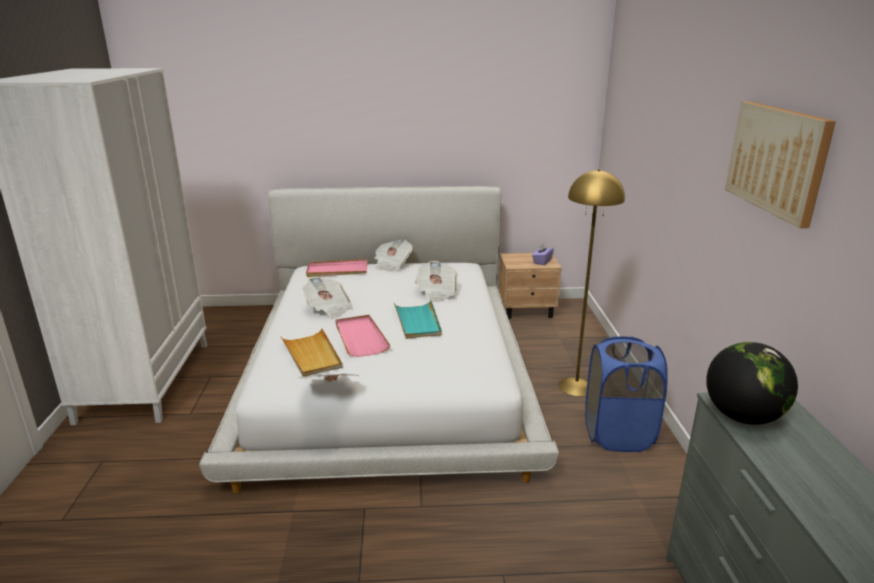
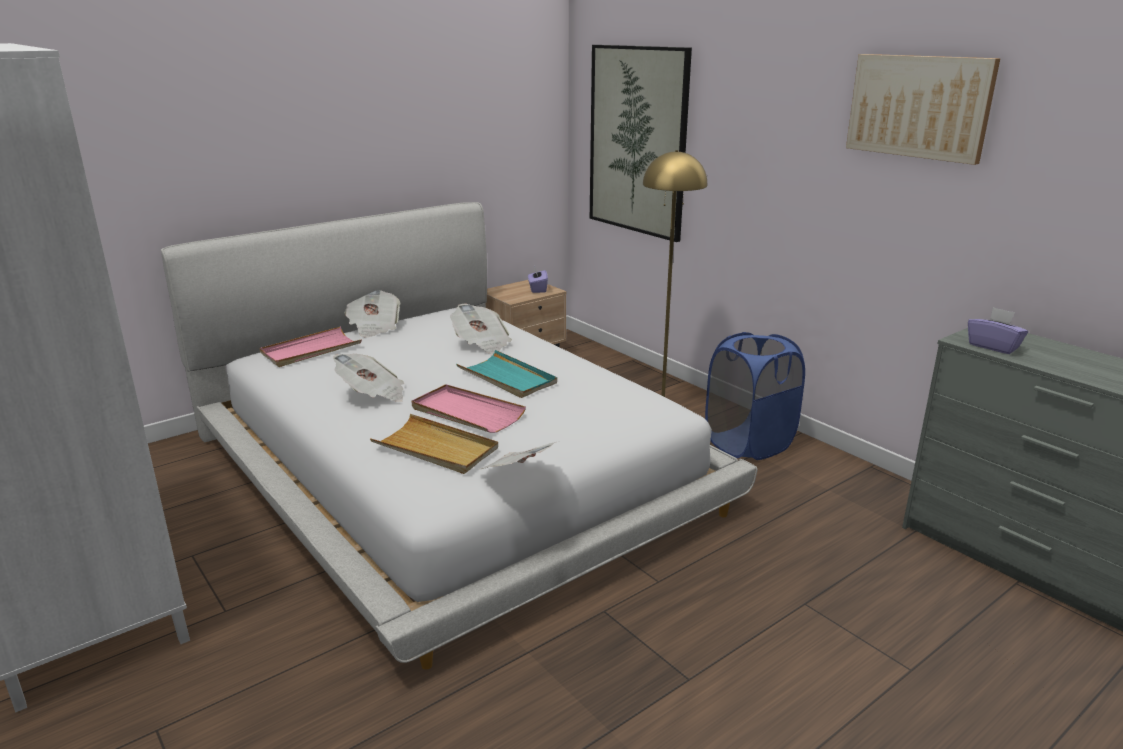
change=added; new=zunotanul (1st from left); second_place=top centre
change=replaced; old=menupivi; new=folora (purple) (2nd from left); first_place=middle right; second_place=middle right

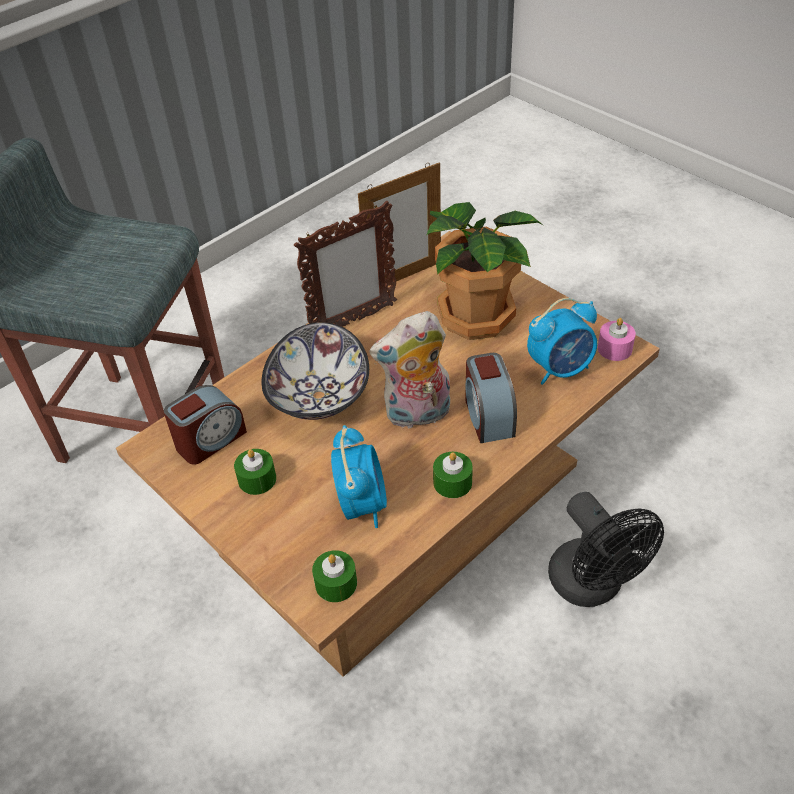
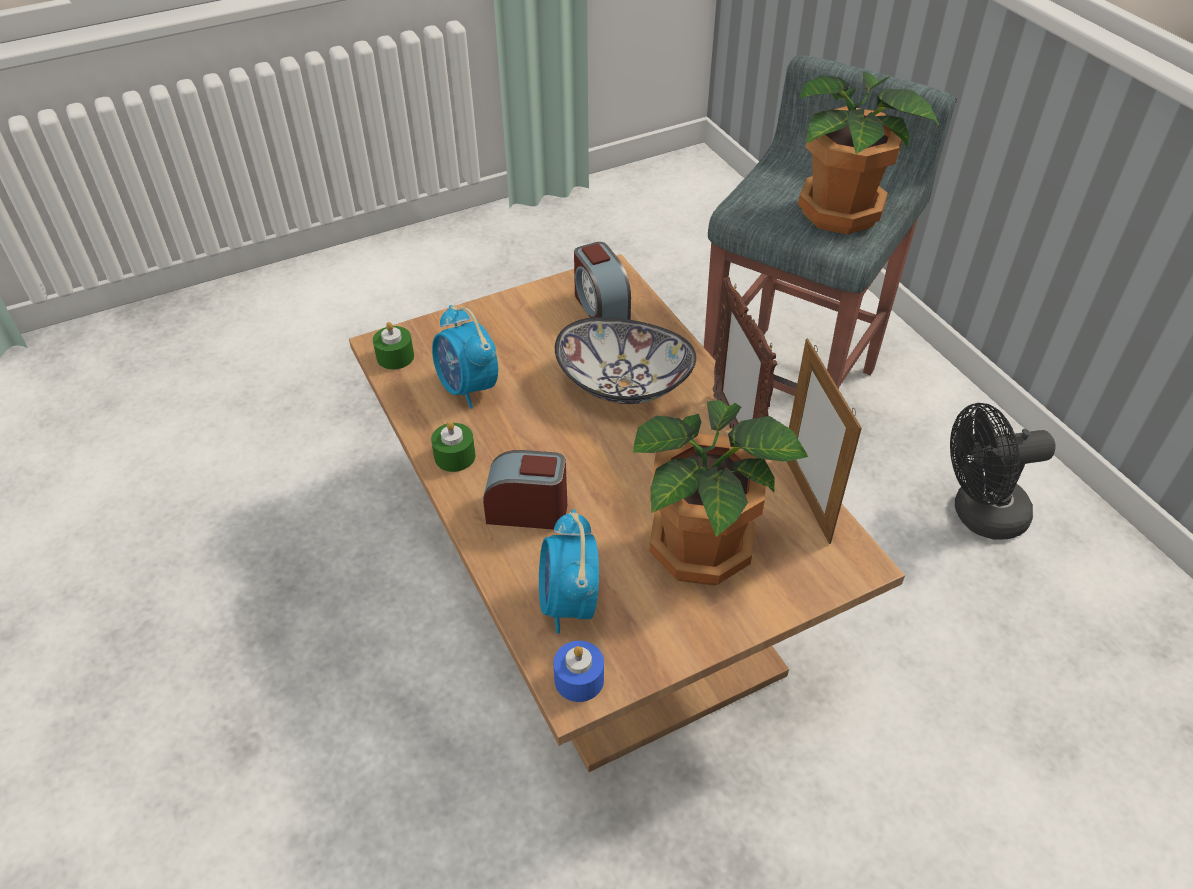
change=turned; old=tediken (2nd from left in the first image); first_place=centre; second_place=centre; degrees=45
change=recoloured; old=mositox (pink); new=mositox (blue); first_place=middle right; second_place=bottom centre
change=added; new=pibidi (2nd from left); second_place=top right
change=moved; old=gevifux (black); first_place=bottom right; second_place=middle right
change=removed; old=mositox (green) (1st from left); first_place=middle left
change=removed; old=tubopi; first_place=centre

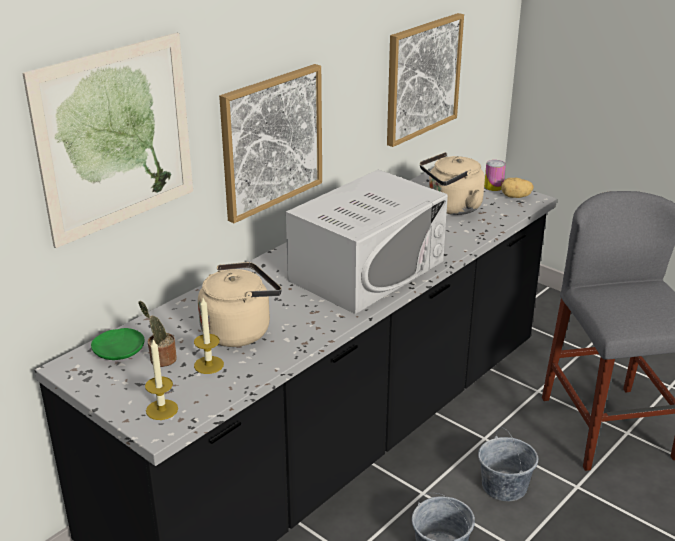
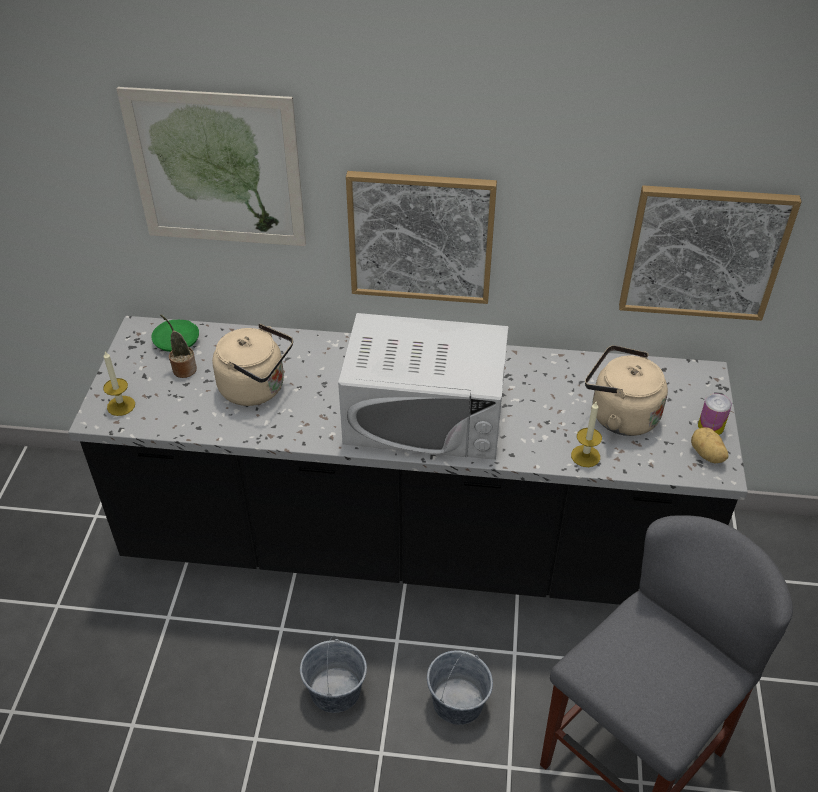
change=moved; old=mositox (2nd from left); first_place=middle left; second_place=middle right

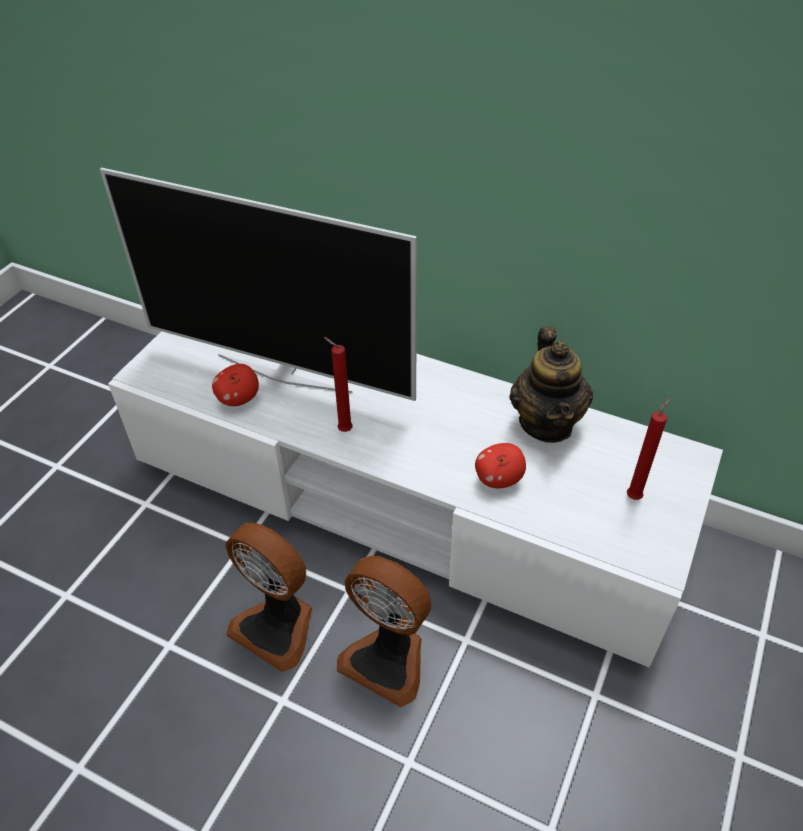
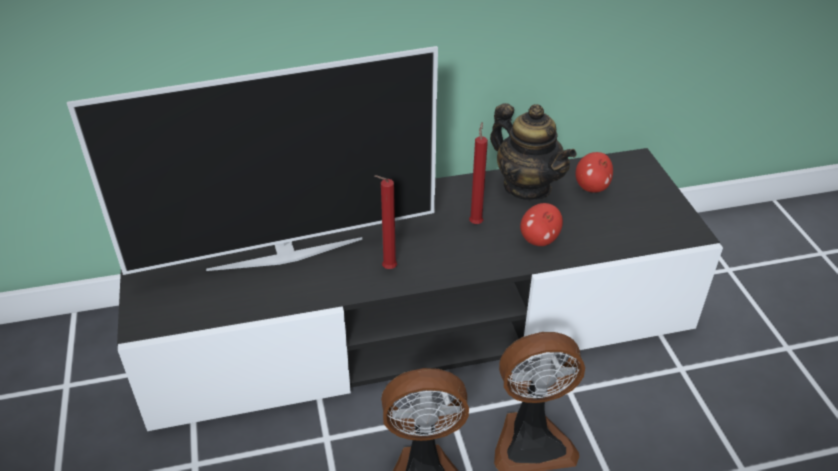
change=recoloured; old=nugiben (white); new=nugiben (black); first_place=centre; second_place=centre
change=moved; old=mositox (red) (2nd from left); first_place=middle right; second_place=centre
change=moved; old=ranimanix (1st from left in the first image); new=ranimanix (2nd from left); first_place=middle left; second_place=middle right

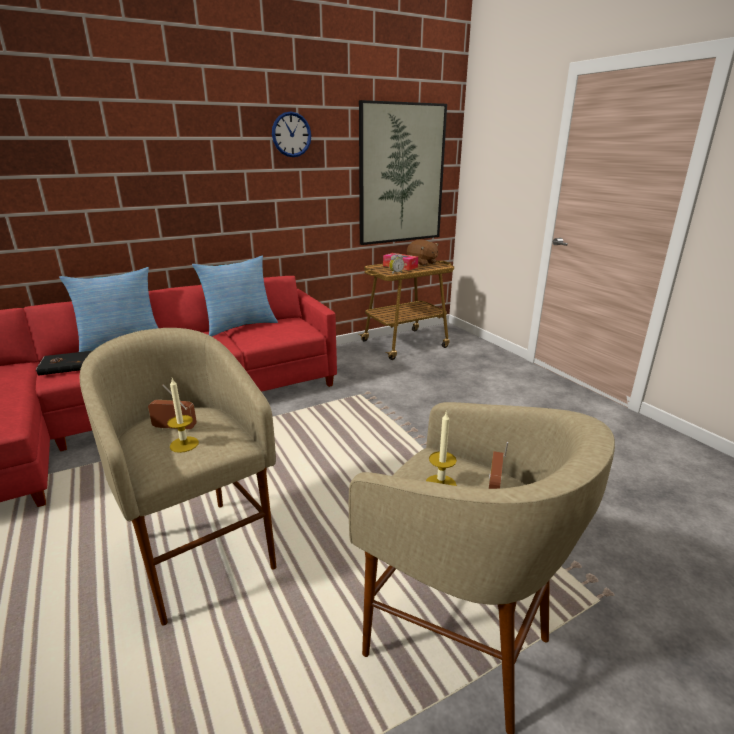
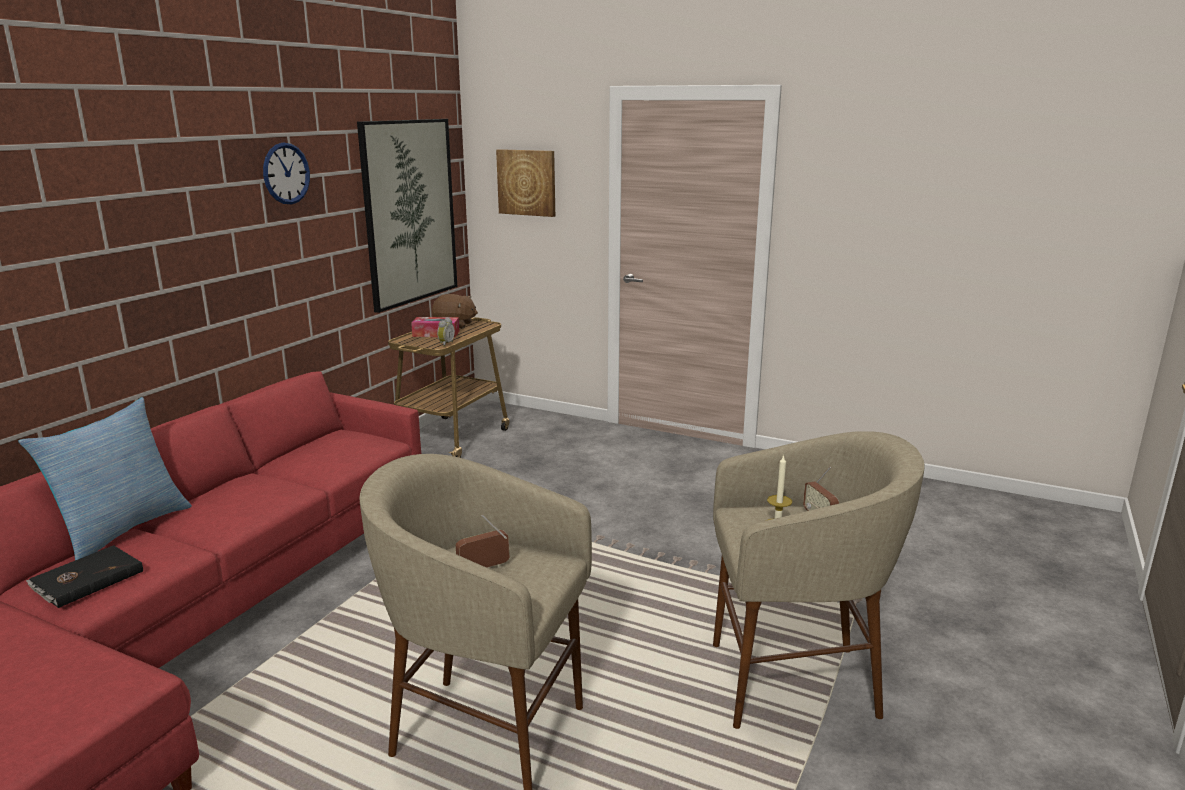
change=added; new=zunotanul (2nd from left); second_place=top centre
change=removed; old=mositox (1st from left); first_place=middle left
change=removed; old=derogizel (2nd from left); first_place=middle left

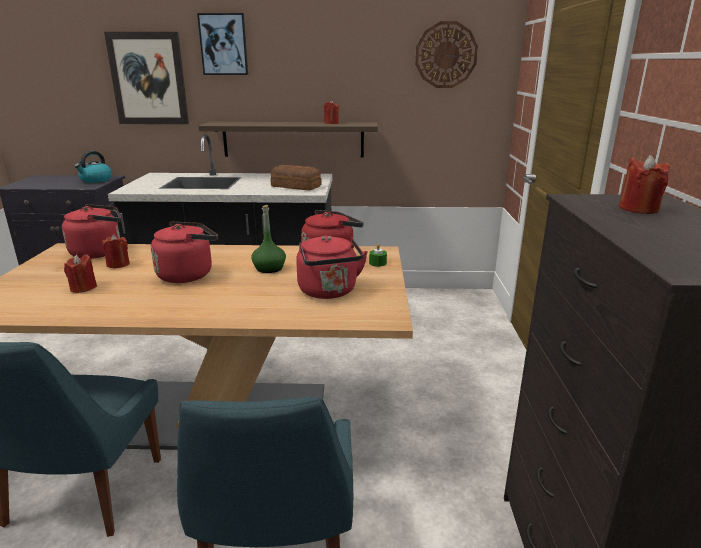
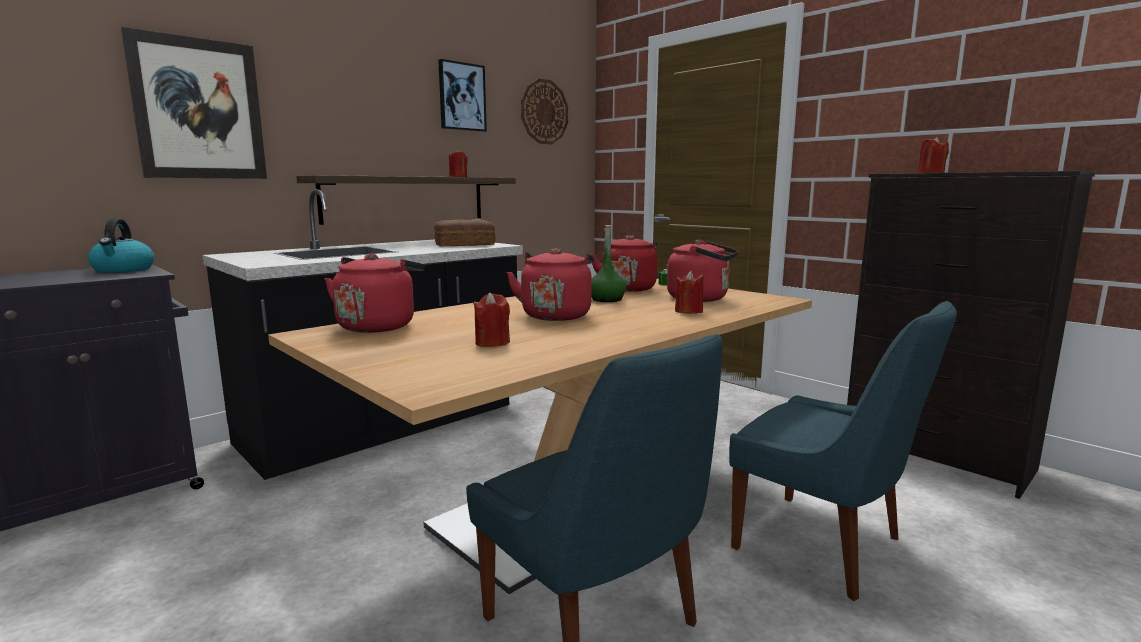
change=moved; old=zunotanul (2nd from left); first_place=top left; second_place=top centre
change=moved; old=mositox (red) (2nd from left in the first image); new=mositox (red) (3rd from left); first_place=middle left; second_place=centre

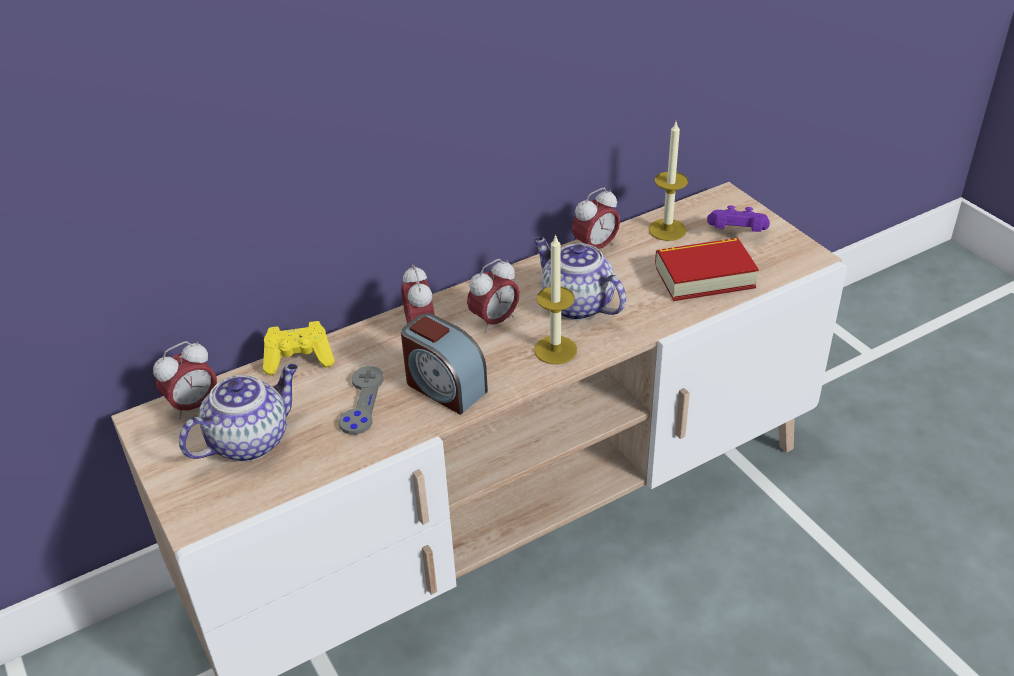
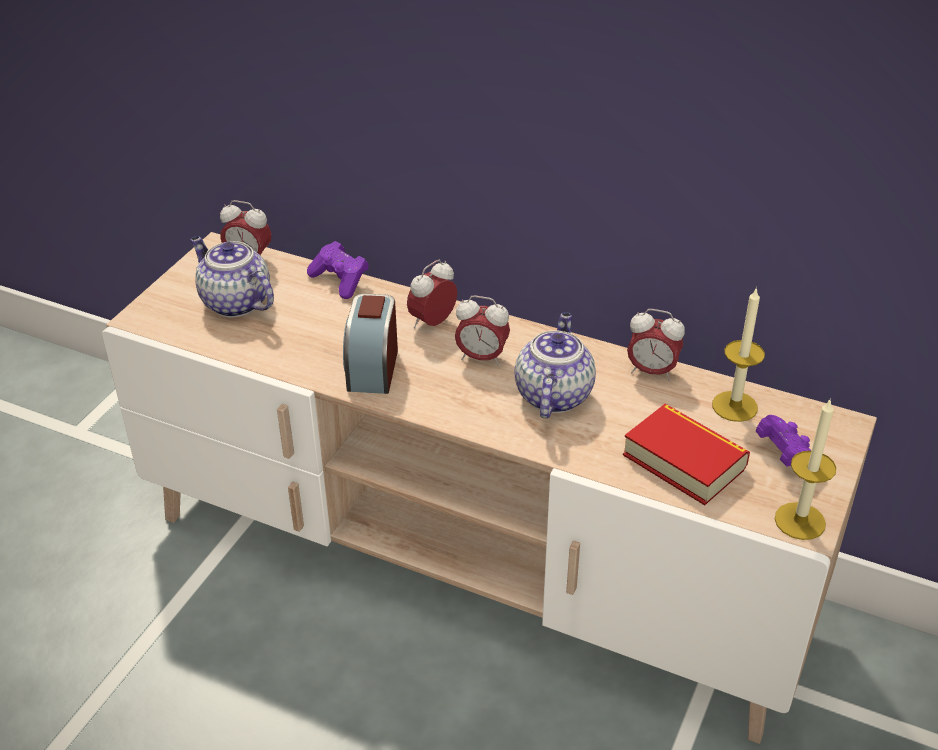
change=turned; old=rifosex (1st from left); first_place=middle left; second_place=middle left; degrees=-150
change=recoloured; old=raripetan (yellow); new=raripetan (purple) (1st from left); first_place=middle left; second_place=centre
change=moved; old=mositox (1st from left in the first image); new=mositox (2nd from left); first_place=centre; second_place=middle right
change=removed; old=raripetan (grey); first_place=centre

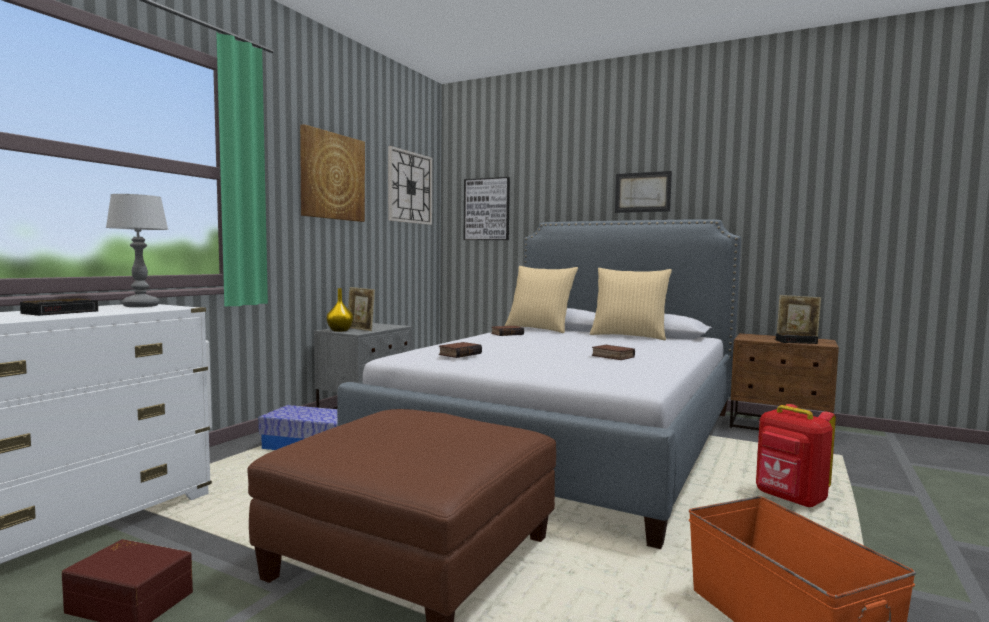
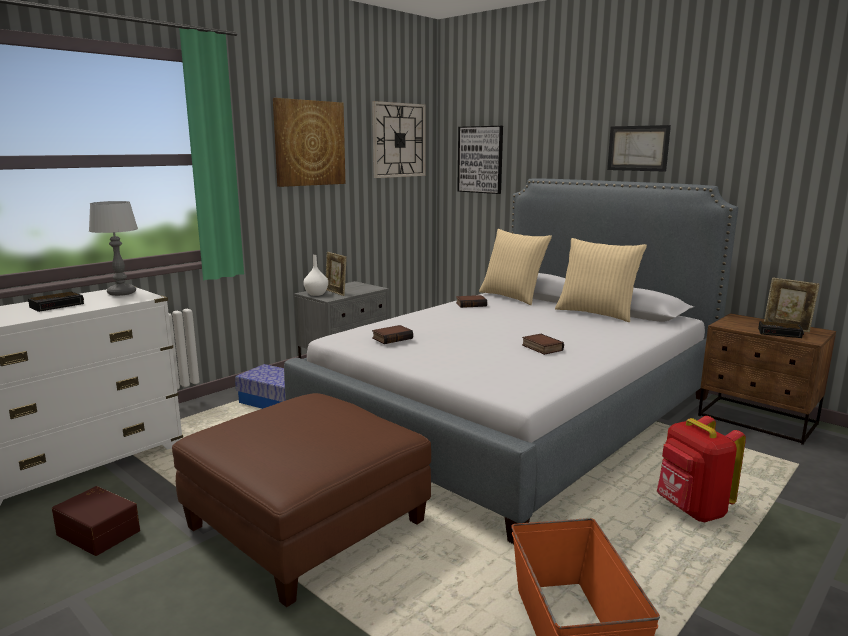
change=recoloured; old=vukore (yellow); new=vukore (white); first_place=centre; second_place=centre

